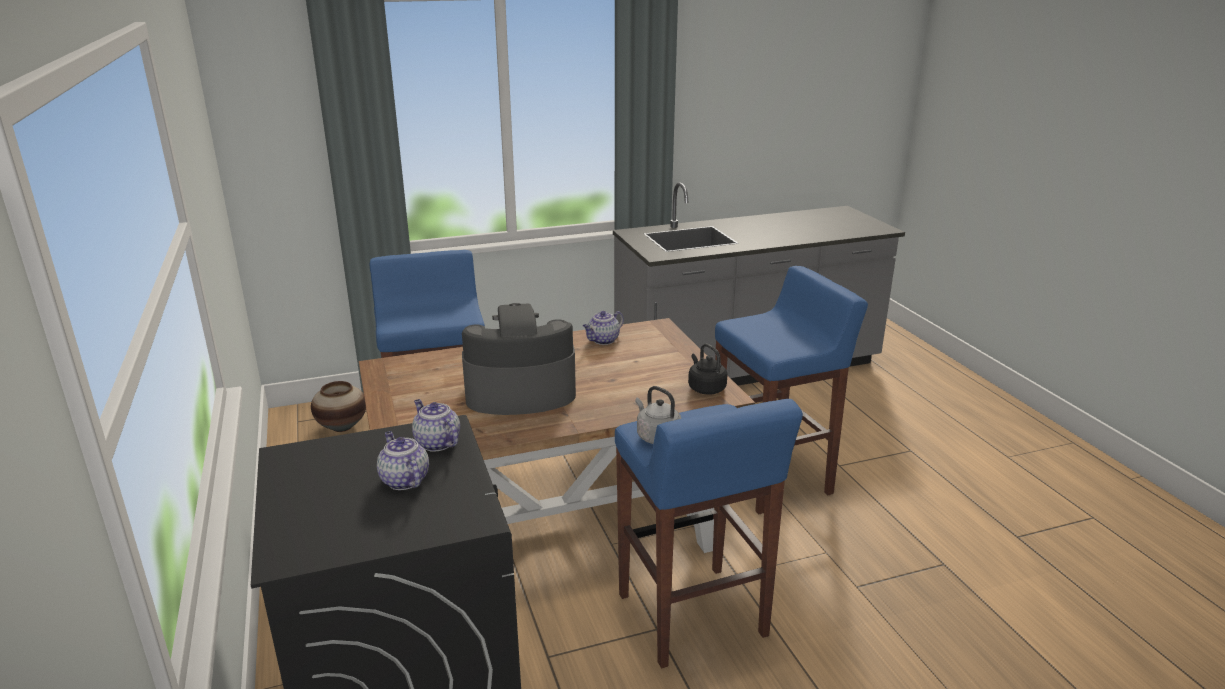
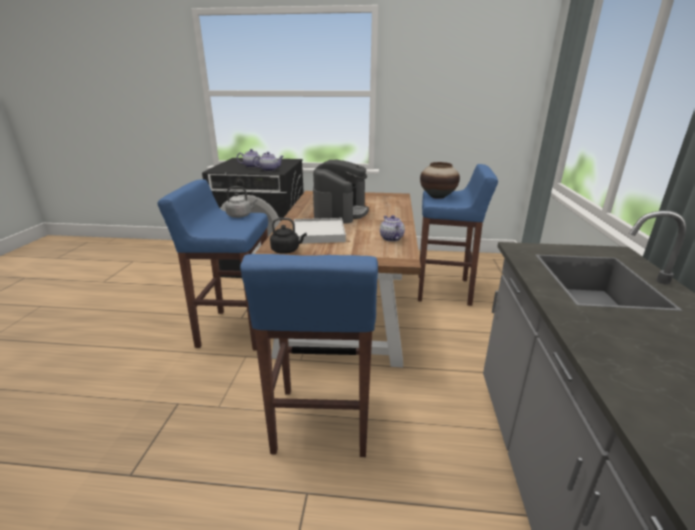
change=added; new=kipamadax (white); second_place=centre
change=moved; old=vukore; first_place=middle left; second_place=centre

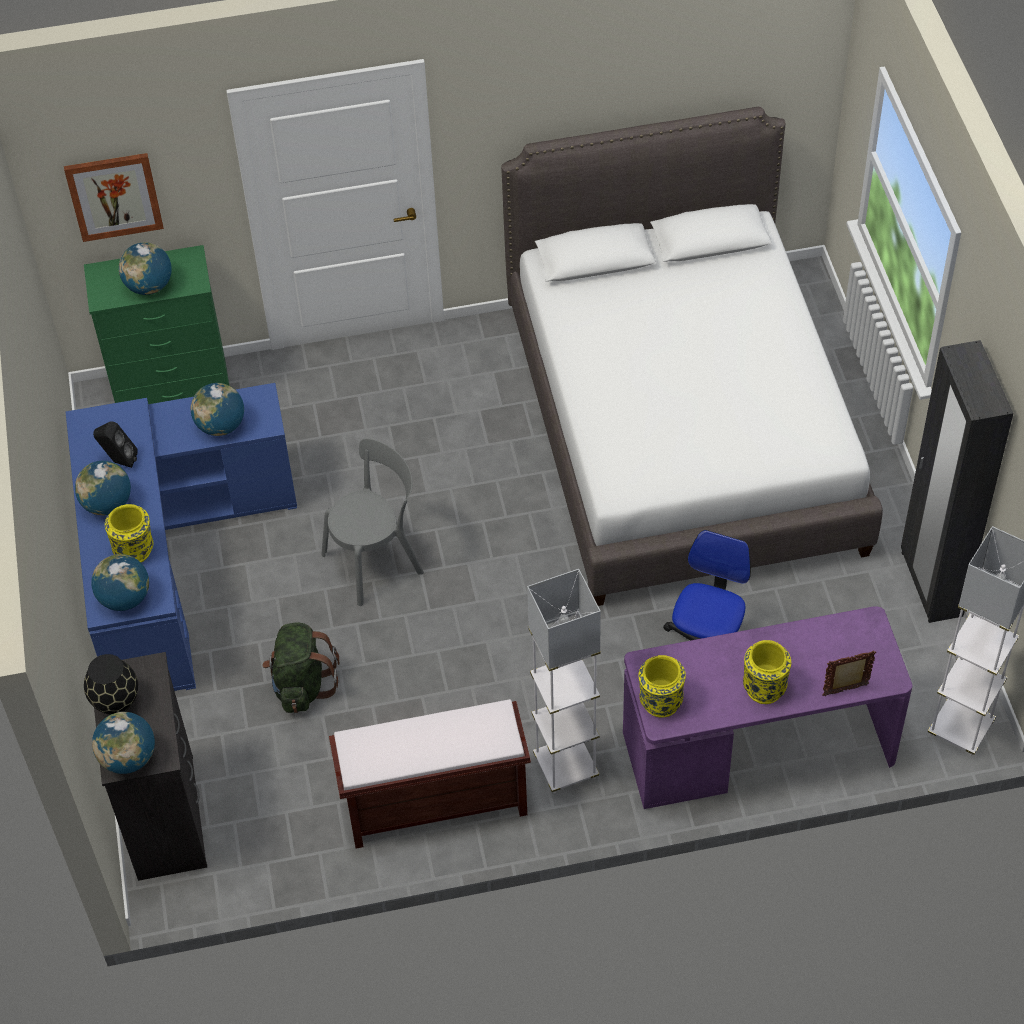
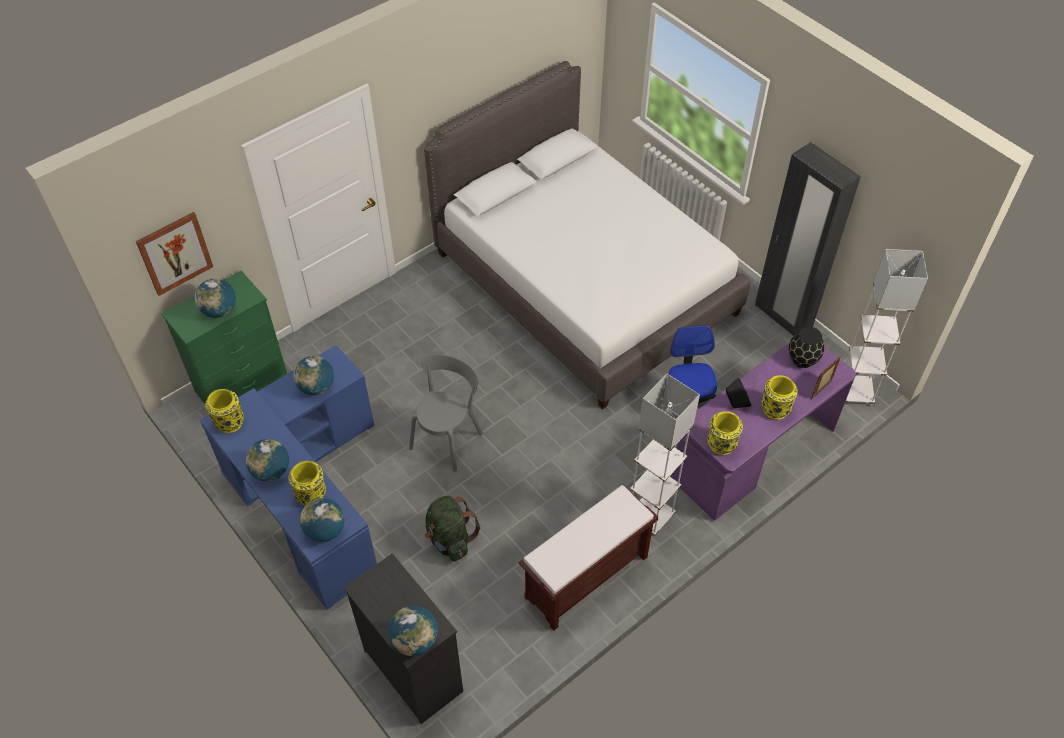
change=added; new=vukore (yellow) (1st from left); second_place=middle left
change=moved; old=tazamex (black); first_place=middle left; second_place=middle right
change=moved; old=vukore (black); first_place=bottom left; second_place=middle right

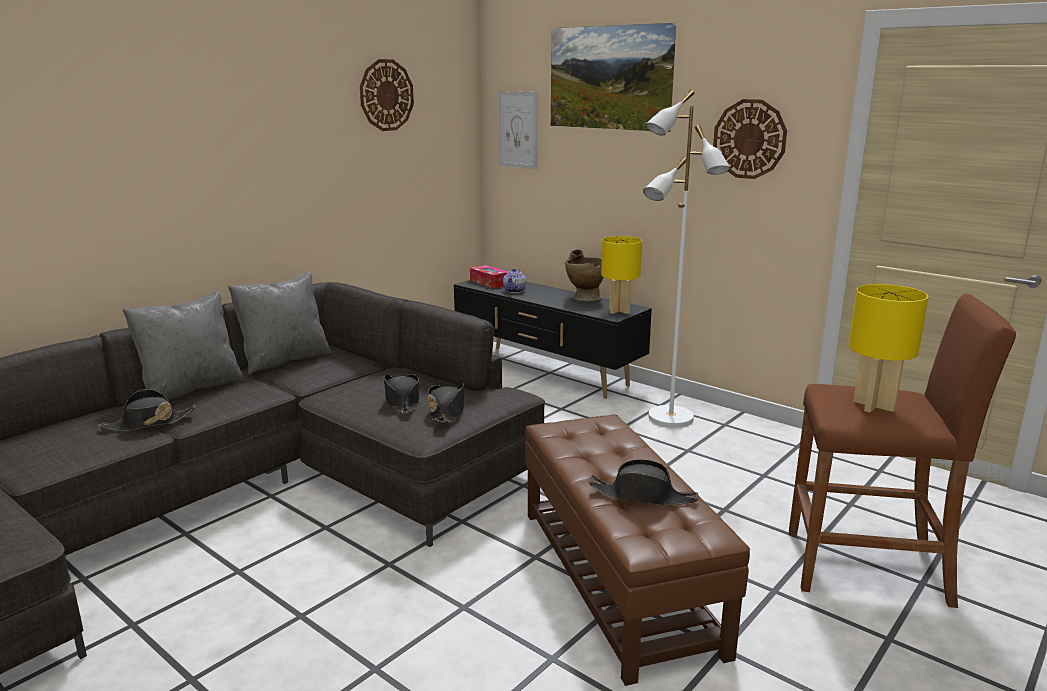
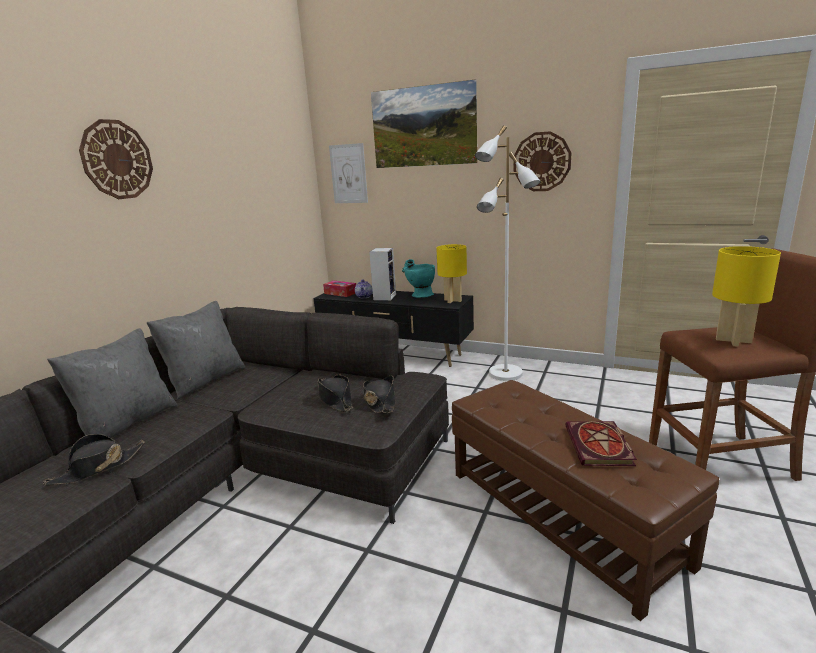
change=moved; old=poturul (1st from left); first_place=top centre; second_place=top left
change=added; new=tazamex; second_place=centre
change=recoloured; old=vukore (beige); new=vukore (turquoise); first_place=centre; second_place=centre
change=replaced; old=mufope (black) (4th from left); new=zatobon; first_place=bottom centre; second_place=bottom right

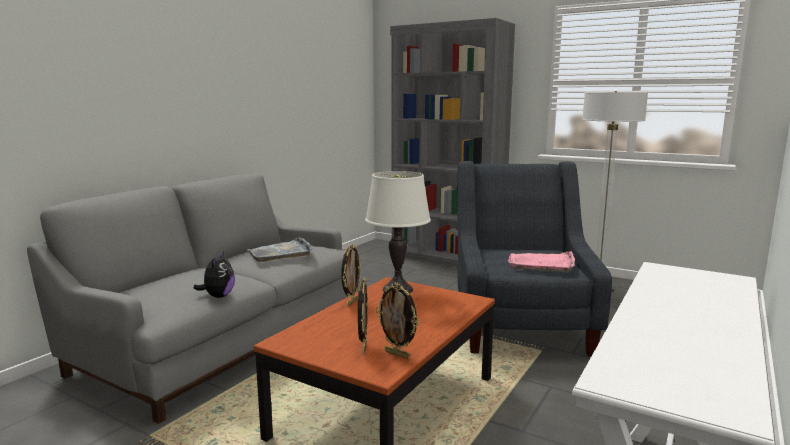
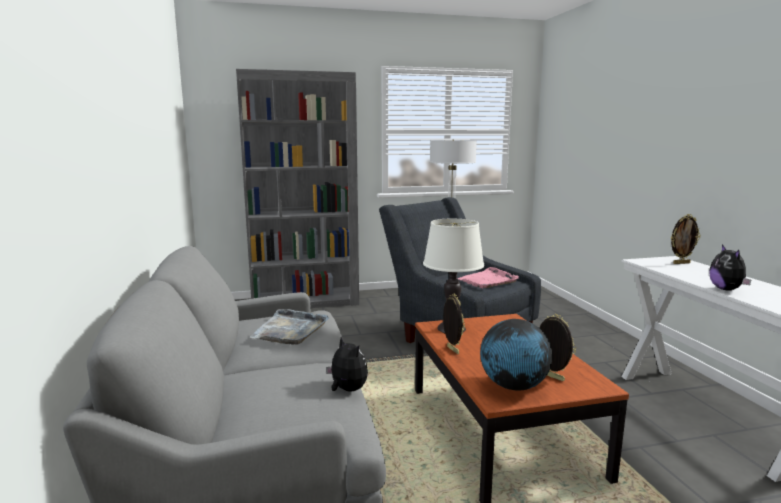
change=added; new=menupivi; second_place=bottom centre
change=moved; old=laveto (3rd from left); first_place=bottom centre; second_place=middle right
change=added; new=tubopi (2nd from left); second_place=middle right

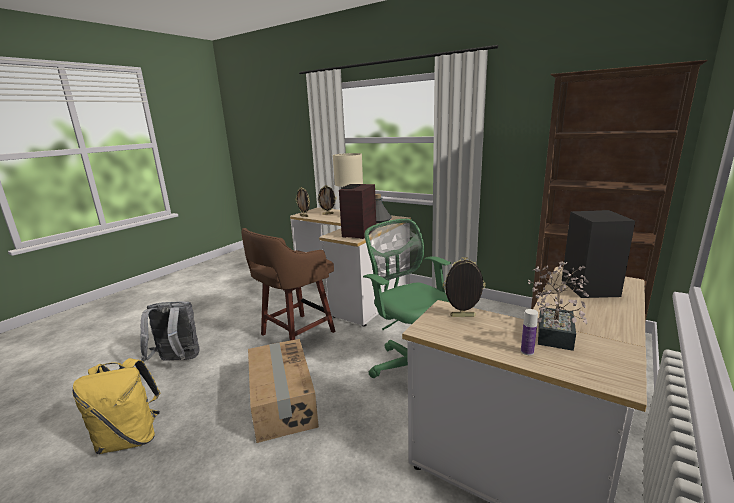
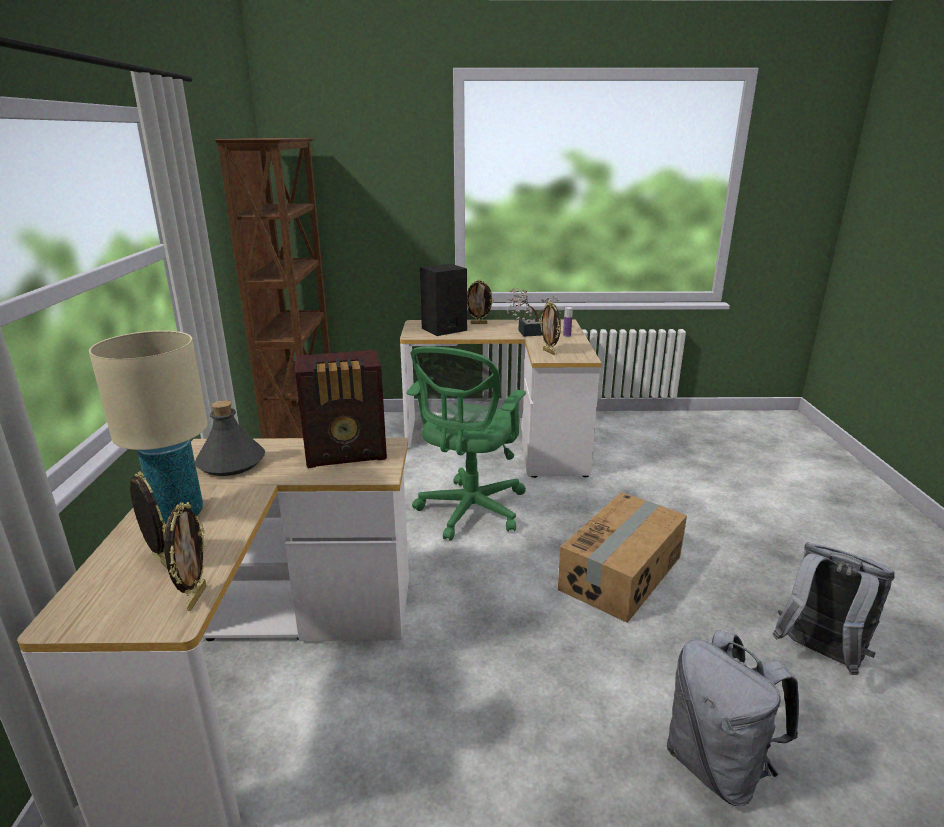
change=added; new=laveto (3rd from left); second_place=centre
change=recoloured; old=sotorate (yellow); new=sotorate (grey) (2nd from left); first_place=bottom left; second_place=bottom right
change=removed; old=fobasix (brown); first_place=centre

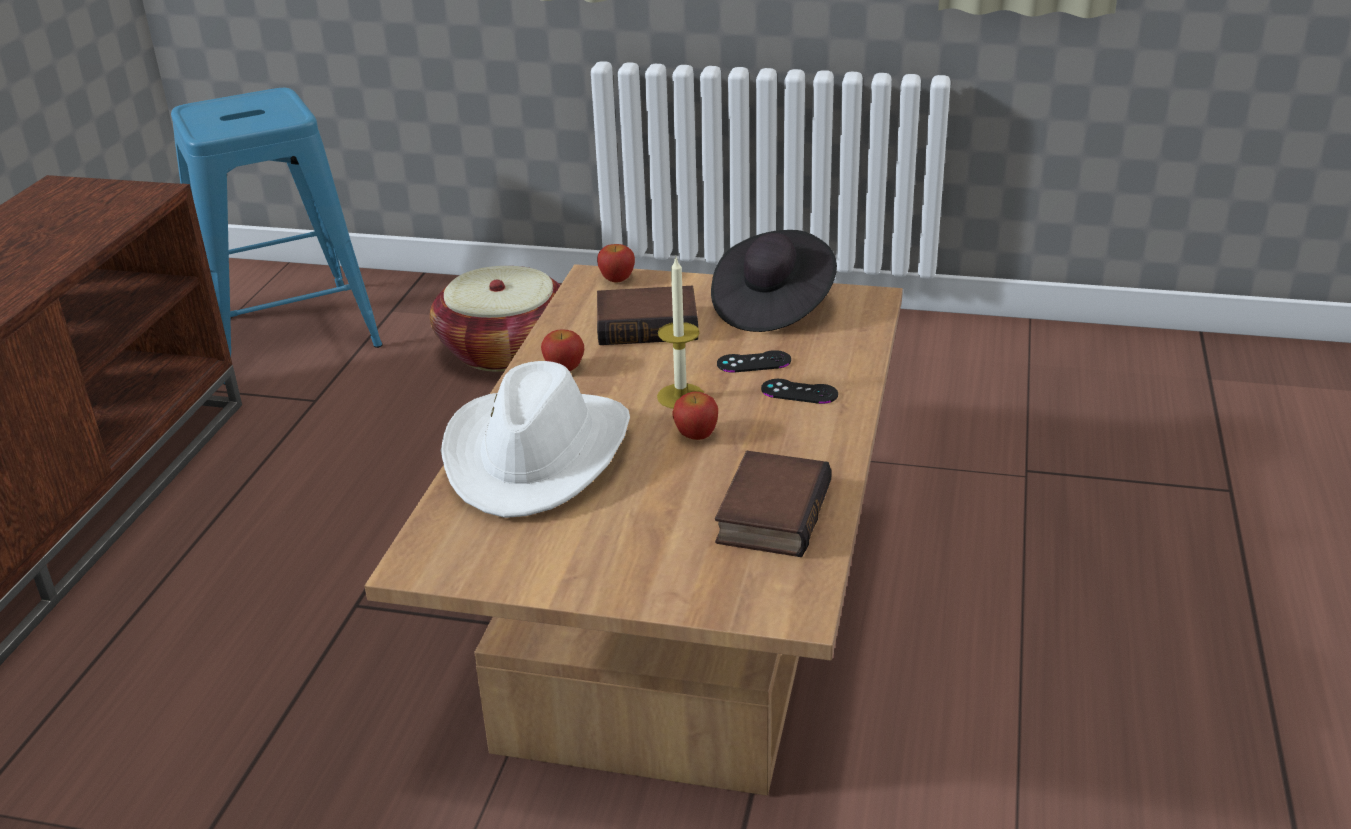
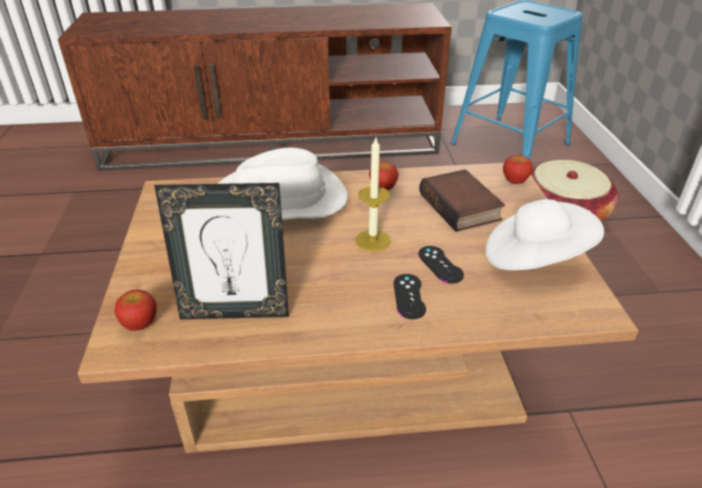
change=moved; old=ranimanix (3rd from left in the first image); new=ranimanix (1st from left); first_place=centre; second_place=middle left
change=replaced; old=zatobon (2nd from left); new=laveto; first_place=centre; second_place=middle left
change=recoloured; old=mufope (black); new=mufope (white) (2nd from left); first_place=centre; second_place=middle right

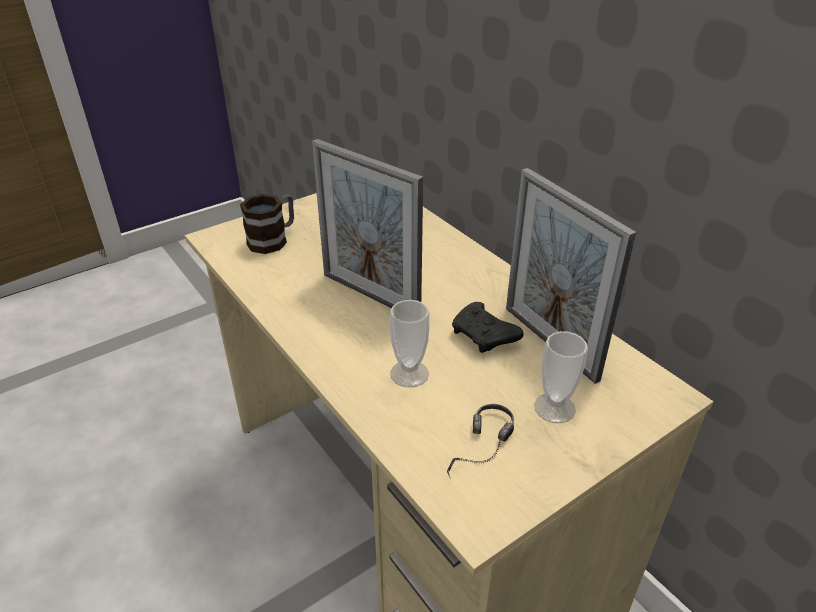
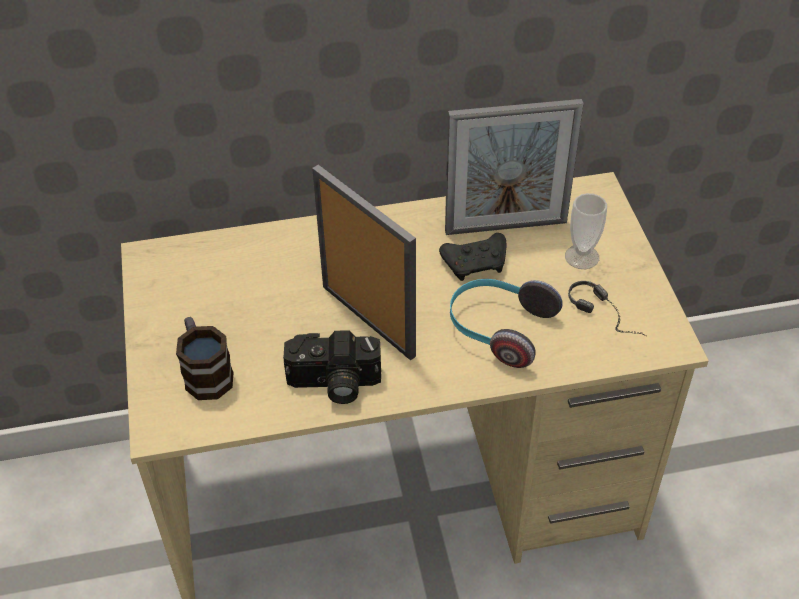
change=added; new=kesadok; second_place=centre
change=turned; old=laveto (1st from left); first_place=centre; second_place=centre; degrees=-105
change=replaced; old=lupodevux (1st from left); new=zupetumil (1st from left); first_place=centre; second_place=centre

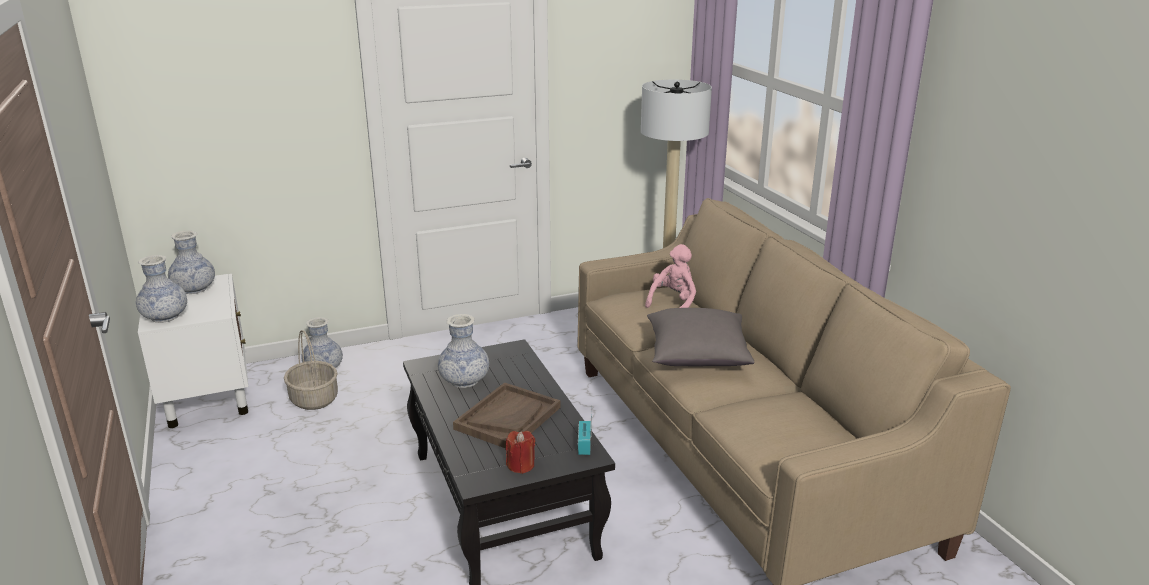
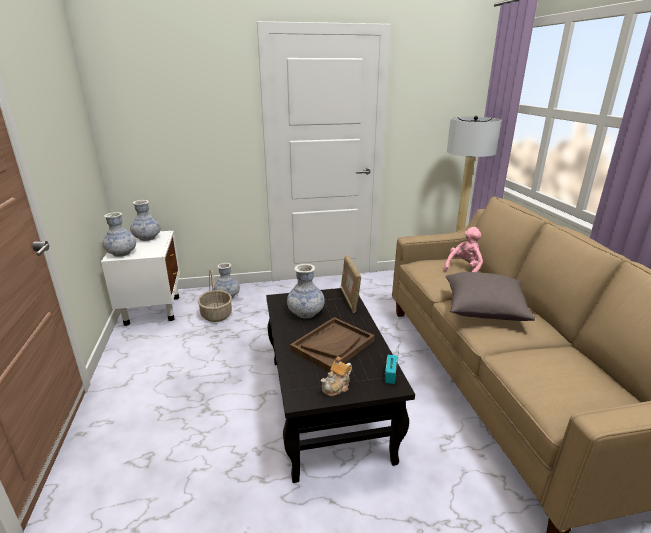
change=replaced; old=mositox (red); new=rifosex; first_place=bottom centre; second_place=bottom centre
change=added; new=laveto; second_place=centre

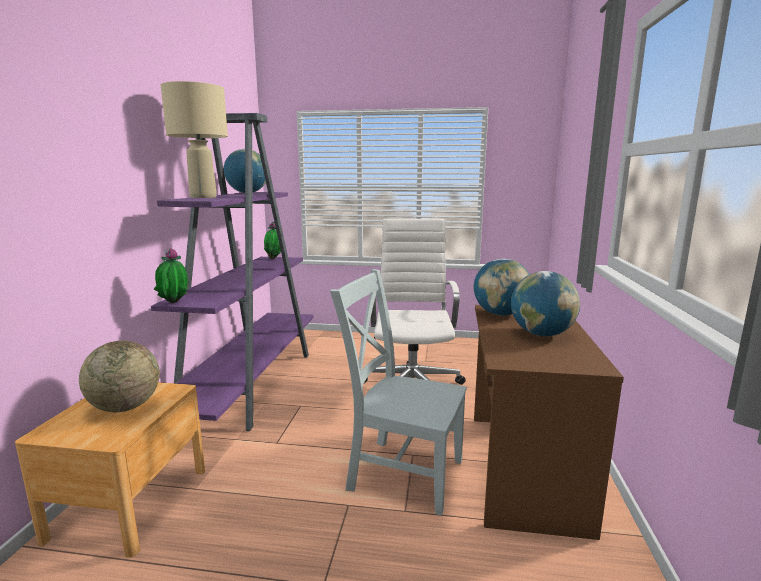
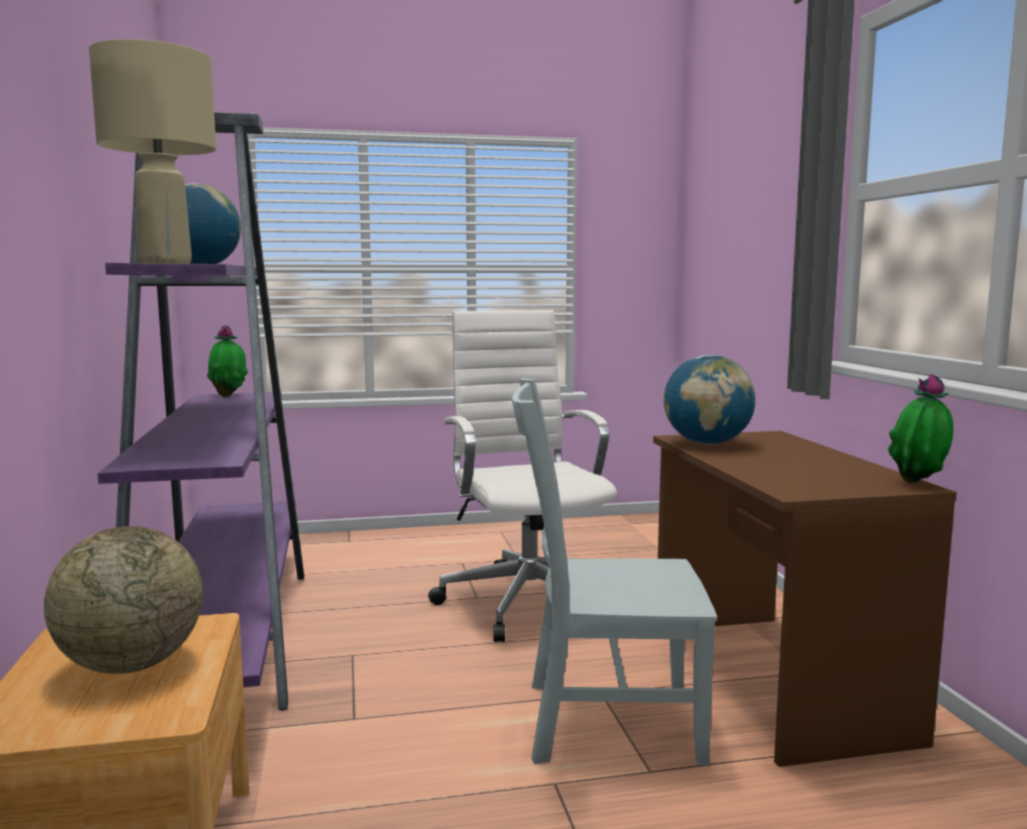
change=moved; old=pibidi (1st from left in the first image); new=pibidi (2nd from left); first_place=middle left; second_place=middle right
change=removed; old=menupivi (4th from left); first_place=middle right

